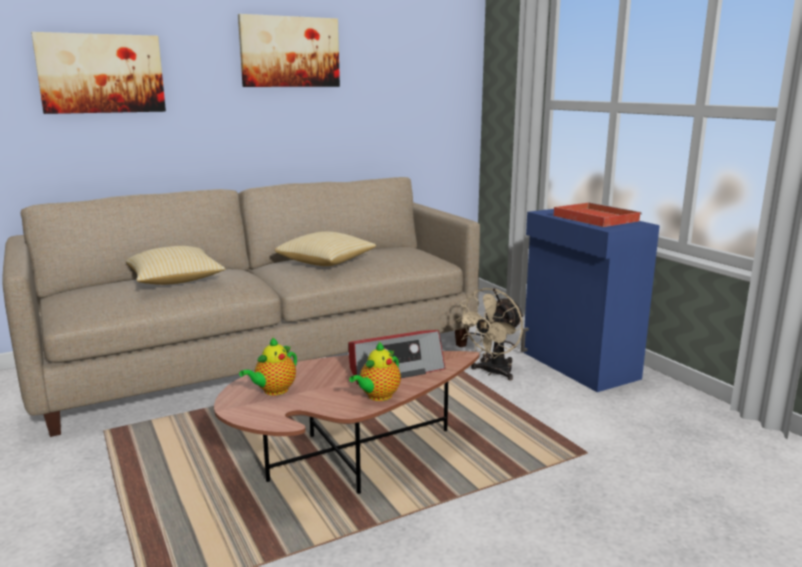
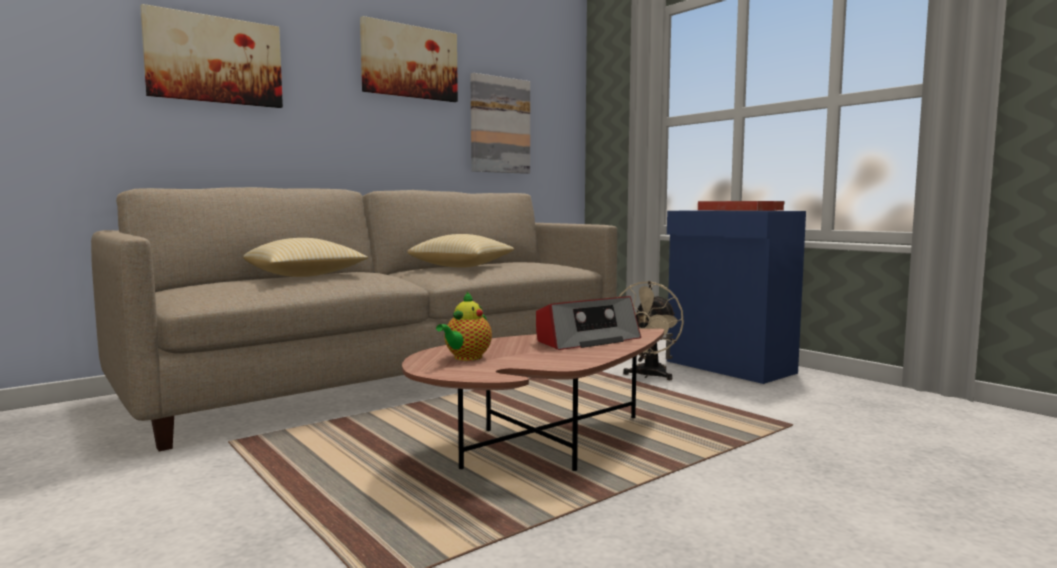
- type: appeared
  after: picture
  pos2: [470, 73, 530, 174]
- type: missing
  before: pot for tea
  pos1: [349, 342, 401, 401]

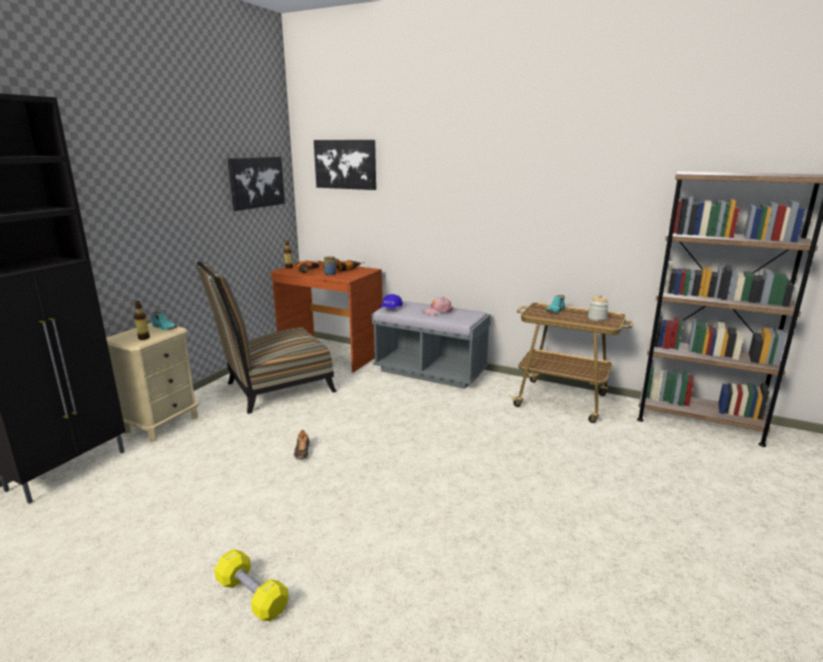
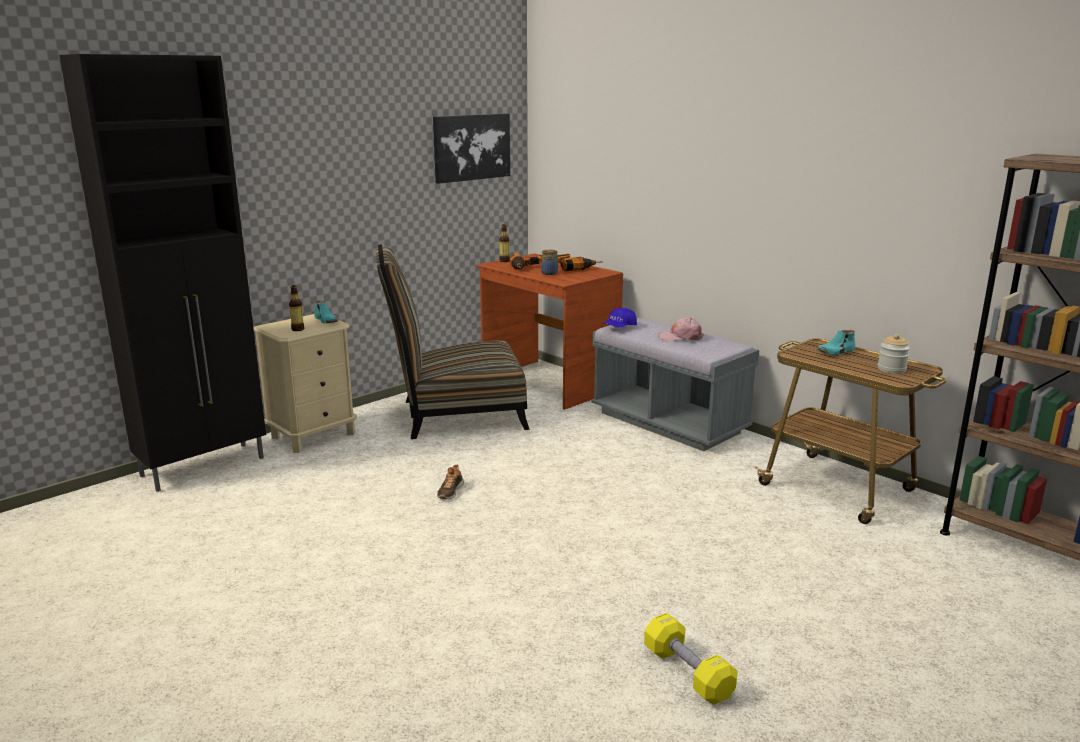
- type: relocated
  before: yellow-coloured free weight
  pos1: [214, 549, 289, 621]
  pos2: [644, 613, 738, 705]
- type: missing
  before: picture
  pos1: [314, 140, 376, 190]

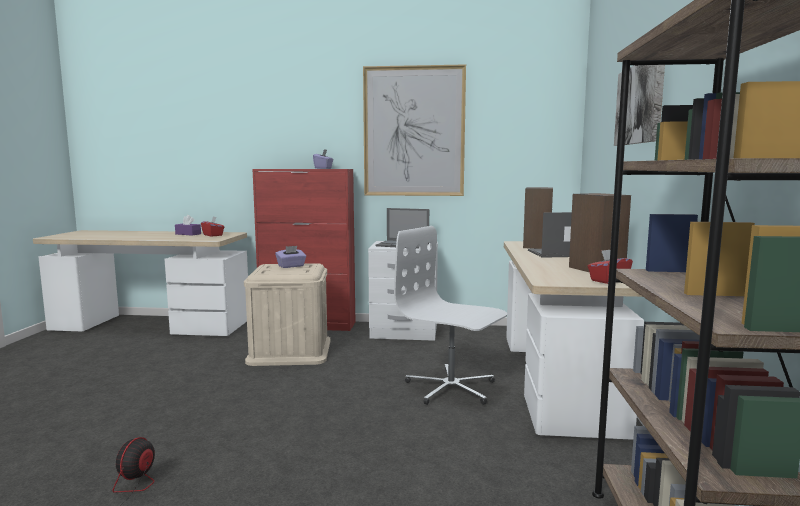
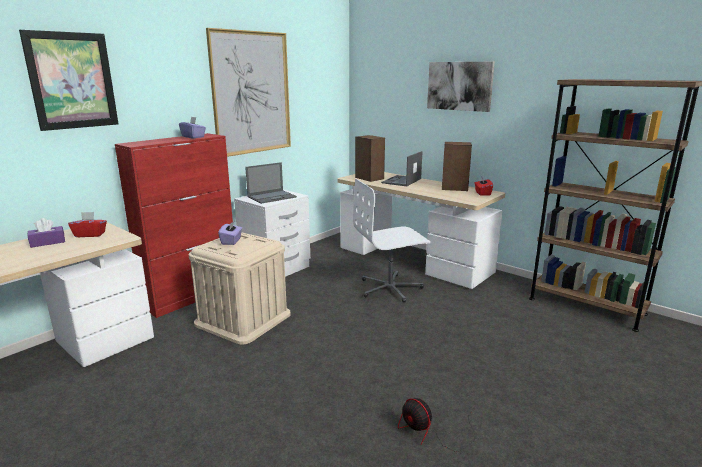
- type: appeared
  after: picture
  pos2: [19, 30, 118, 131]

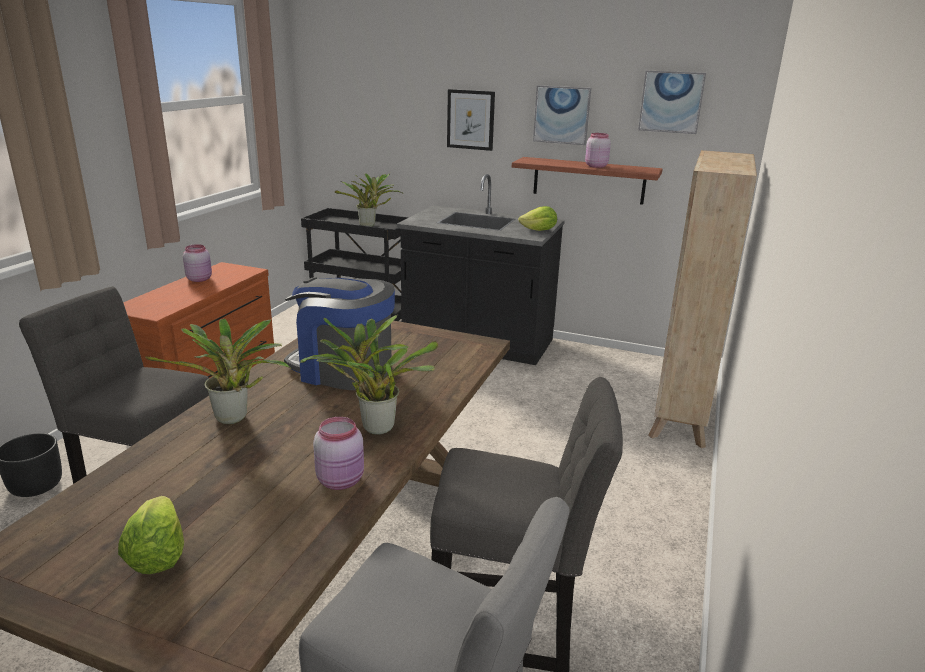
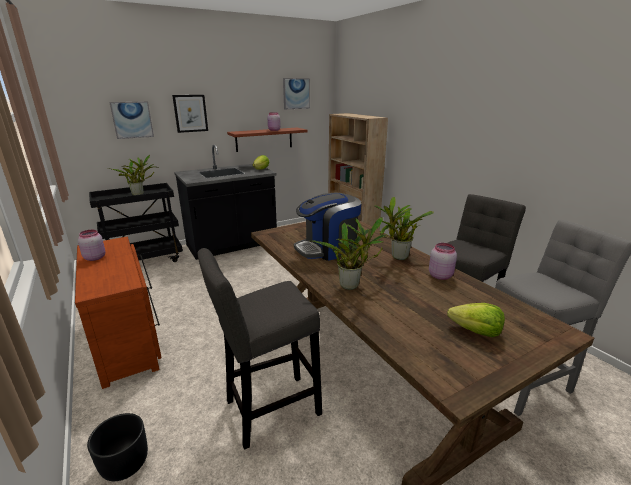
- type: relocated
  before: picture
  pos1: [533, 85, 591, 145]
  pos2: [109, 101, 154, 139]

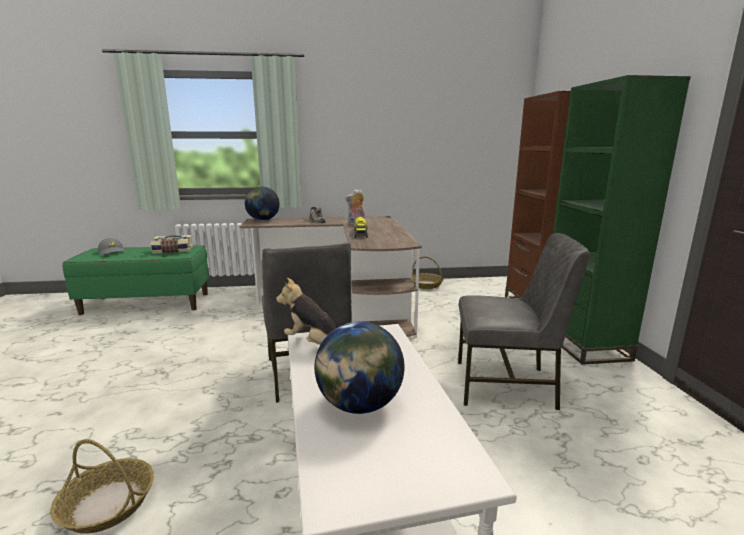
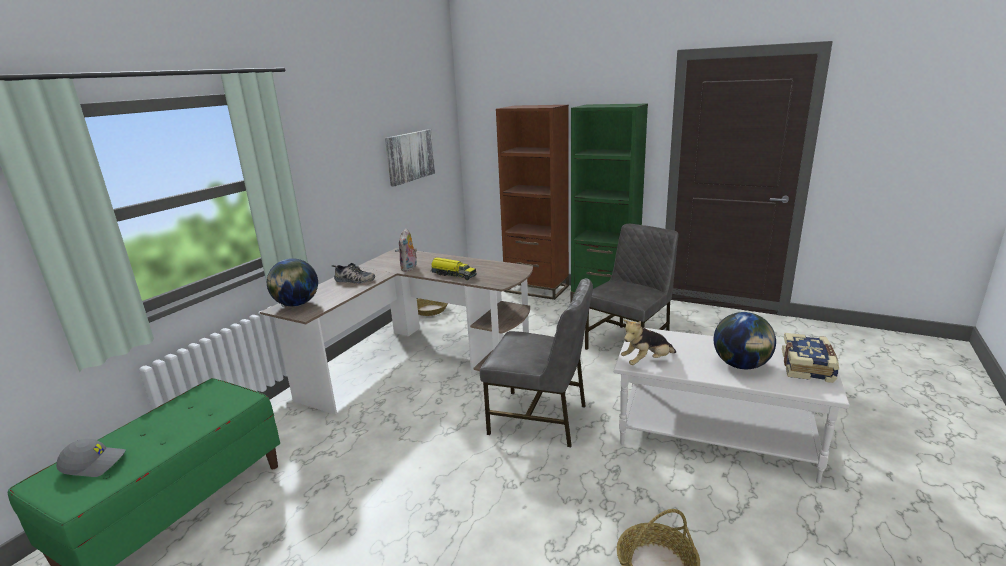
- type: appeared
  after: picture
  pos2: [385, 129, 435, 186]
- type: relocated
  before: book
  pos1: [150, 235, 193, 254]
  pos2: [782, 333, 839, 383]

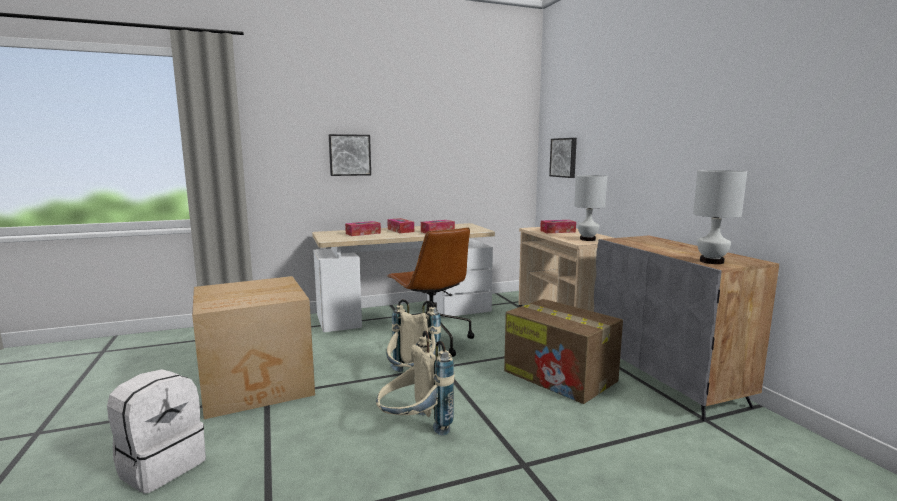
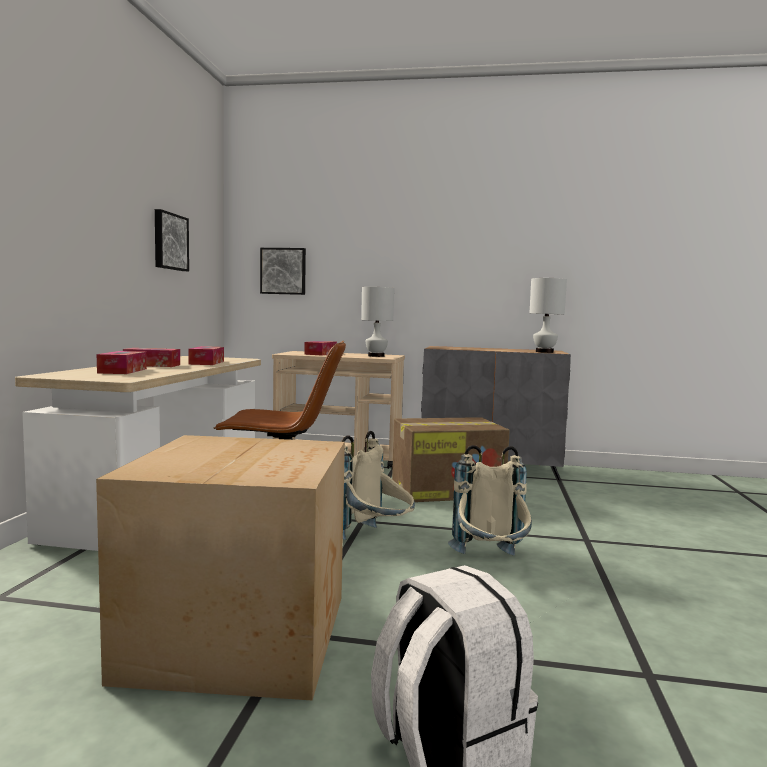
- type: relocated
  before: picture
  pos1: [329, 134, 371, 176]
  pos2: [155, 209, 189, 271]

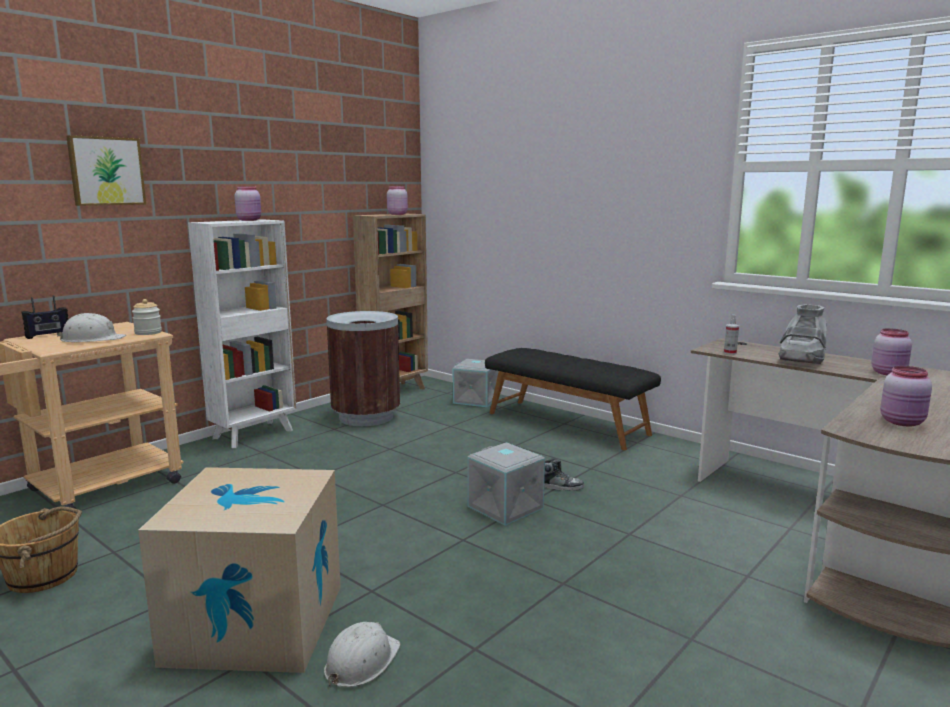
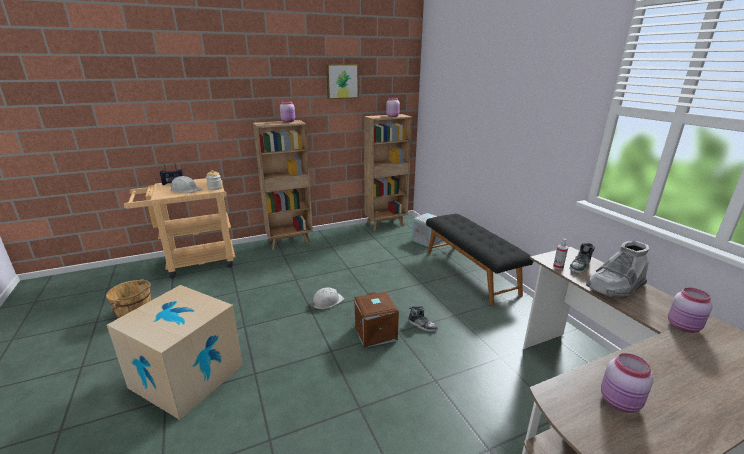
- type: colour
  before: whitish bookshelf
  after: brown bookshelf
  pos1: [188, 219, 296, 448]
  pos2: [253, 120, 313, 250]
- type: relocated
  before: whitish work helmet
  pos1: [324, 622, 401, 687]
  pos2: [311, 288, 344, 309]
- type: relocated
  before: picture
  pos1: [66, 135, 146, 206]
  pos2: [326, 64, 359, 99]
- type: colour
  before: gray storage bin
  after: brown storage bin
  pos1: [467, 442, 545, 526]
  pos2: [354, 292, 399, 348]
- type: appeared
  after: shoe
  pos2: [570, 243, 595, 273]
- type: missing
  before: brown waste bin
  pos1: [326, 311, 400, 426]

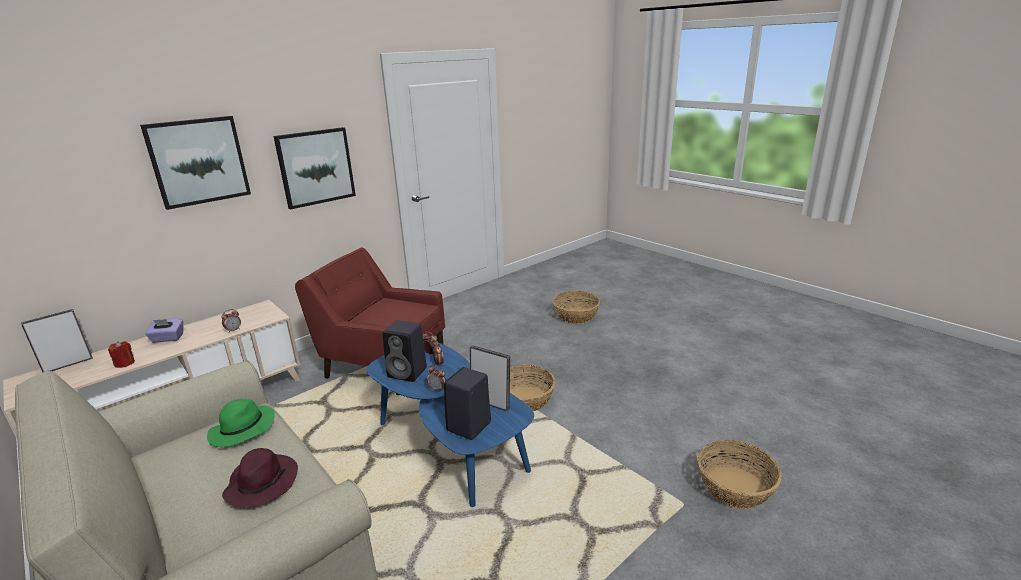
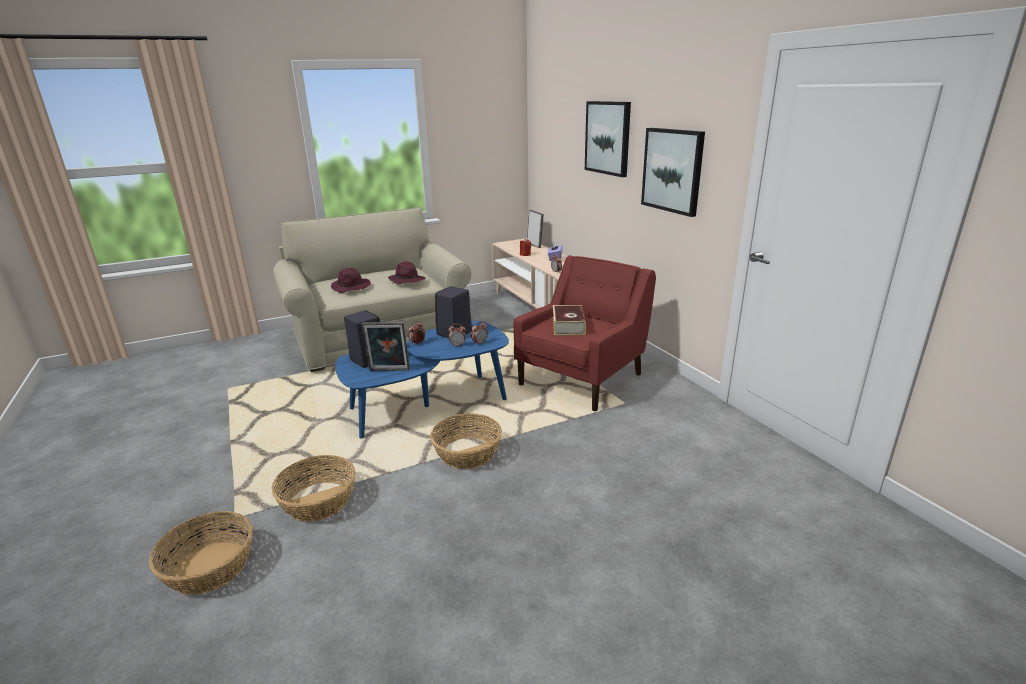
- type: relocated
  before: household basket
  pos1: [553, 291, 600, 324]
  pos2: [271, 455, 356, 522]
- type: spun
  before: photo frame
  pos1: [470, 345, 510, 411]
  pos2: [361, 322, 410, 371]
  turn: 45
- type: colour
  before: green-coloured wearable hat
  after: purple wearable hat
  pos1: [207, 399, 275, 447]
  pos2: [388, 261, 426, 284]
- type: appeared
  after: book
  pos2: [553, 305, 586, 335]

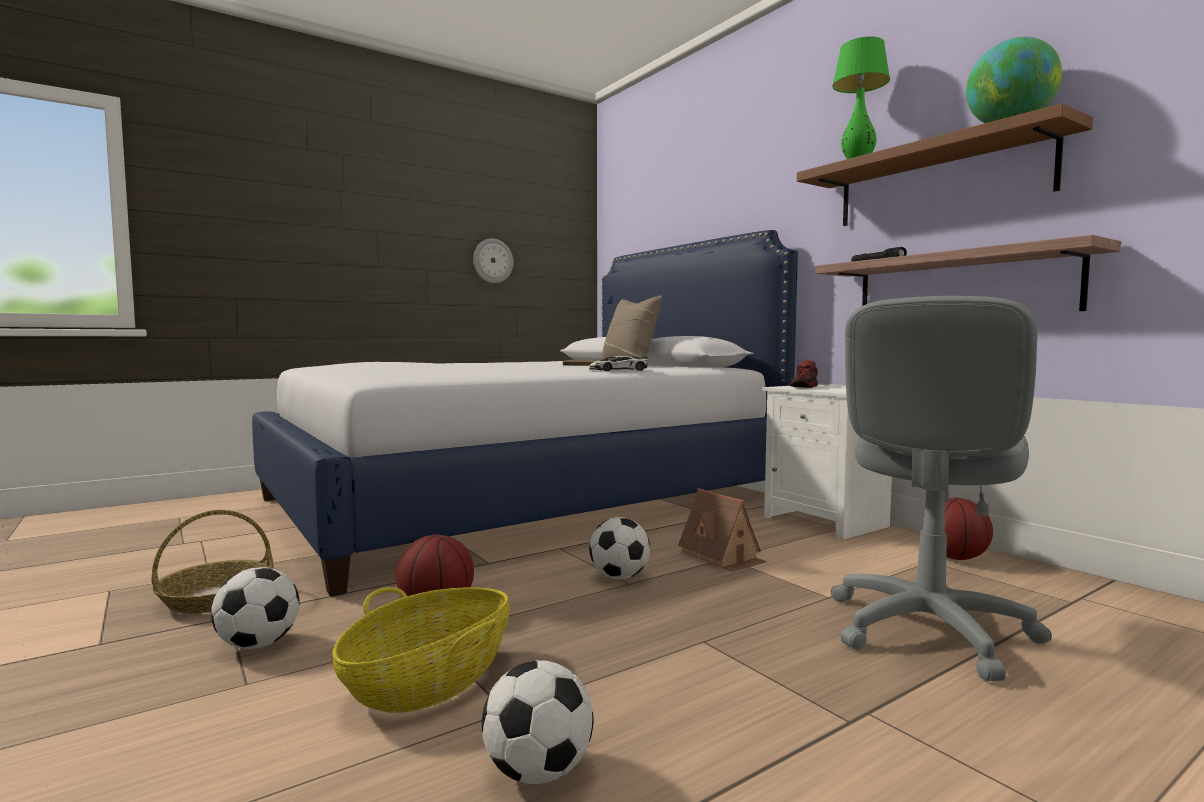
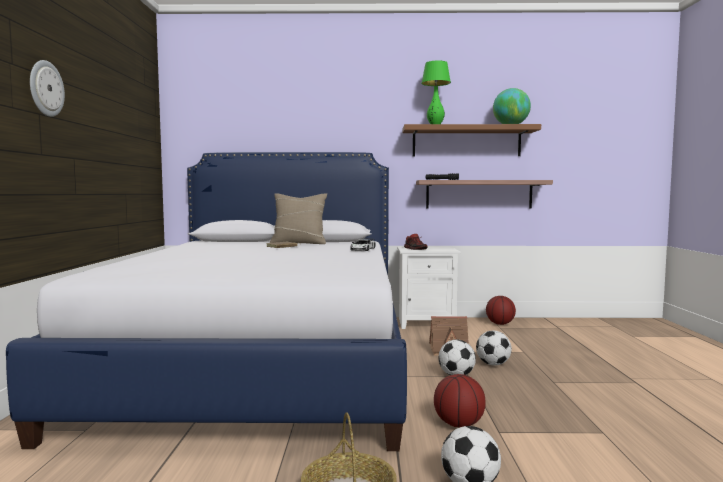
- type: relocated
  before: wall clock
  pos1: [473, 239, 513, 283]
  pos2: [30, 60, 65, 117]
- type: relocated
  before: ball for football
  pos1: [482, 660, 594, 784]
  pos2: [476, 330, 512, 366]
- type: missing
  before: household basket
  pos1: [332, 587, 510, 713]
- type: missing
  before: gray computer chair
  pos1: [831, 296, 1052, 681]

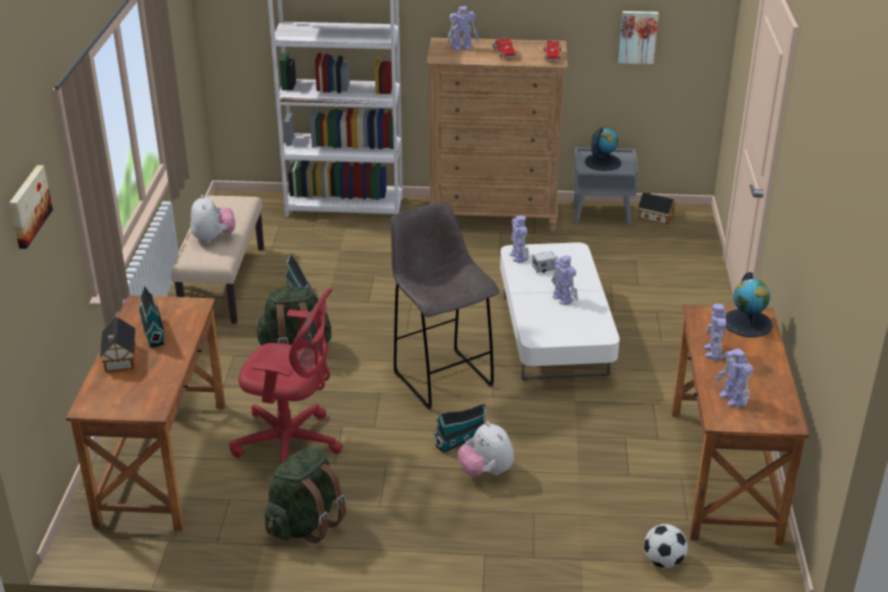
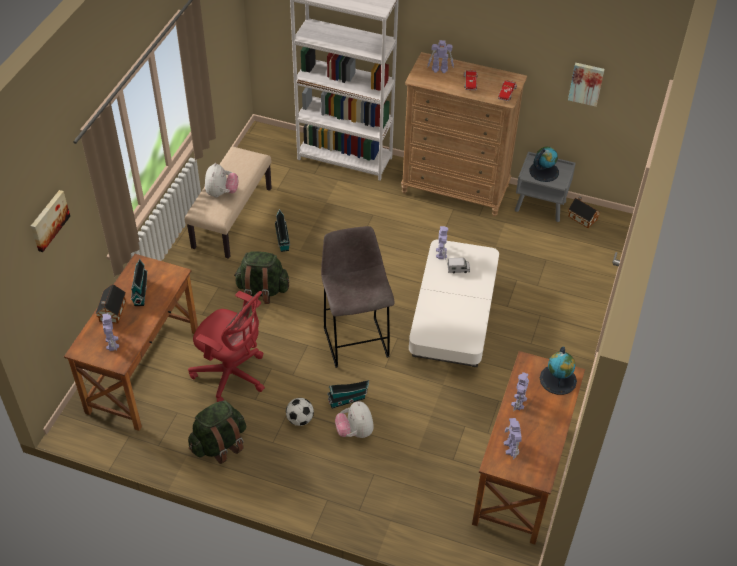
- type: relocated
  before: model robot
  pos1: [551, 255, 578, 305]
  pos2: [102, 313, 119, 351]
- type: relocated
  before: ball for football
  pos1: [644, 524, 688, 568]
  pos2: [286, 398, 314, 426]

